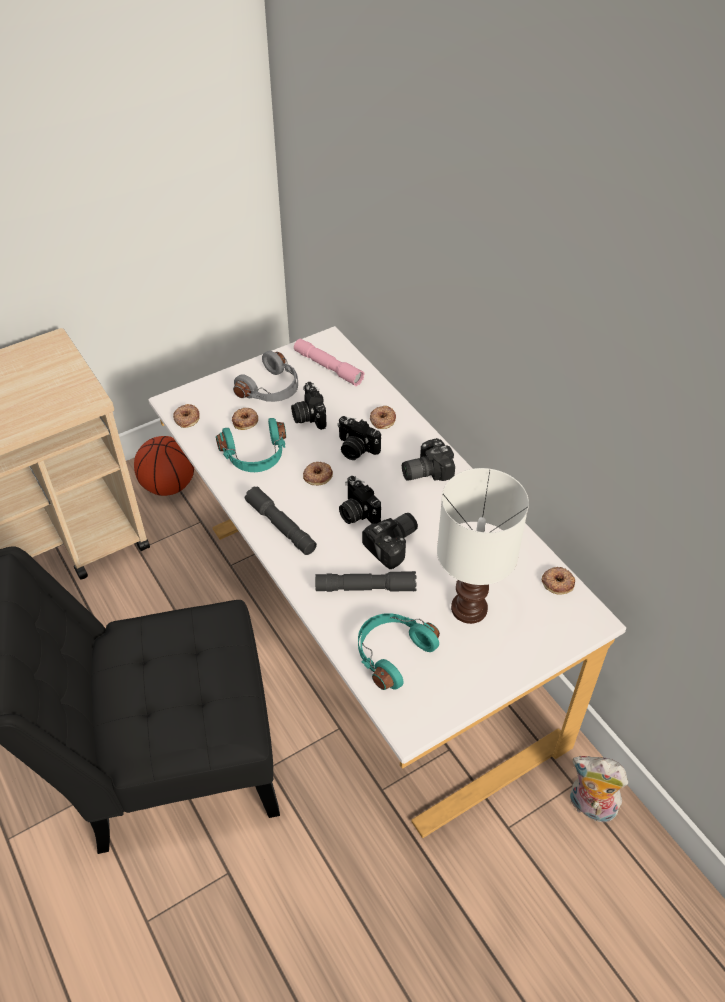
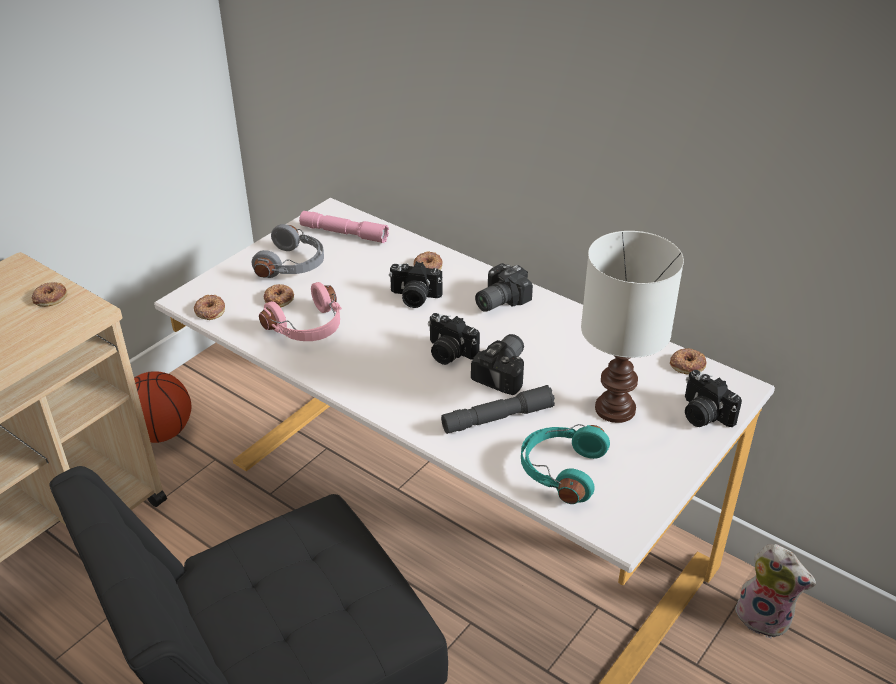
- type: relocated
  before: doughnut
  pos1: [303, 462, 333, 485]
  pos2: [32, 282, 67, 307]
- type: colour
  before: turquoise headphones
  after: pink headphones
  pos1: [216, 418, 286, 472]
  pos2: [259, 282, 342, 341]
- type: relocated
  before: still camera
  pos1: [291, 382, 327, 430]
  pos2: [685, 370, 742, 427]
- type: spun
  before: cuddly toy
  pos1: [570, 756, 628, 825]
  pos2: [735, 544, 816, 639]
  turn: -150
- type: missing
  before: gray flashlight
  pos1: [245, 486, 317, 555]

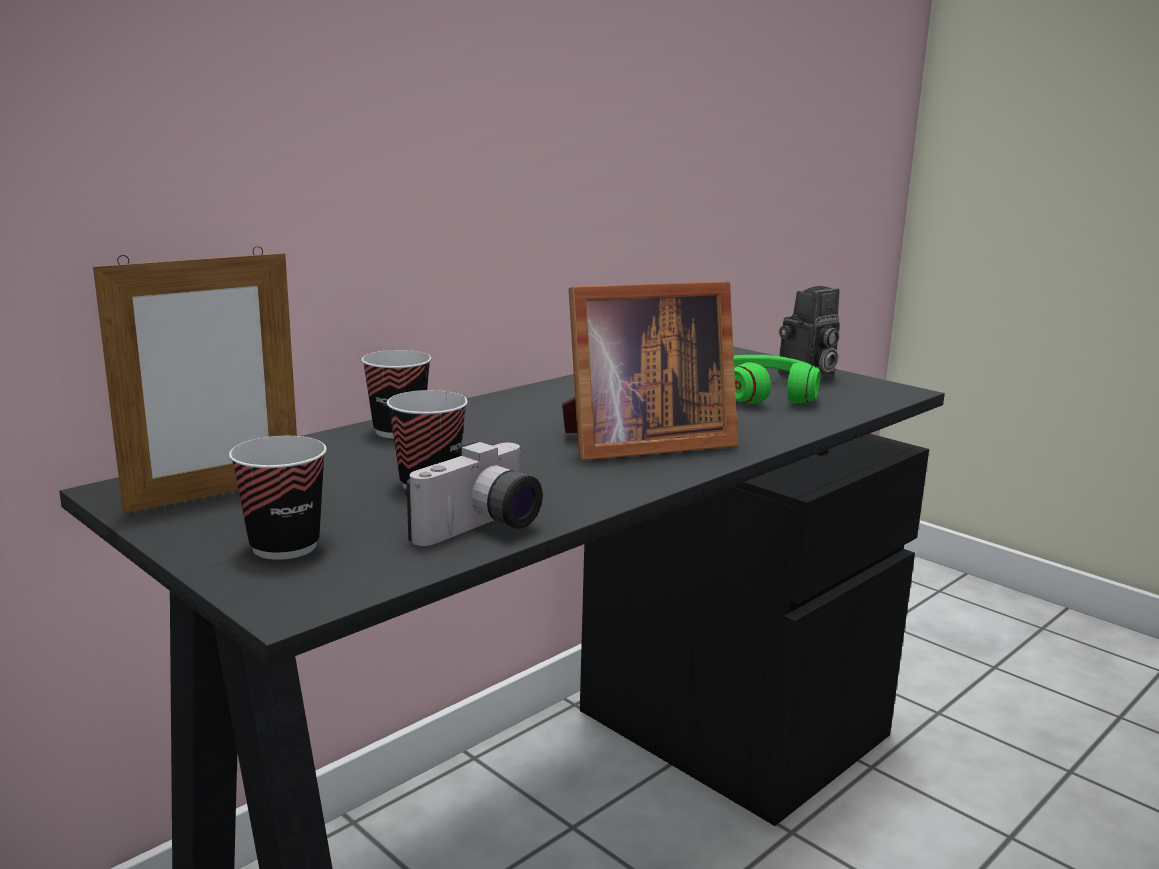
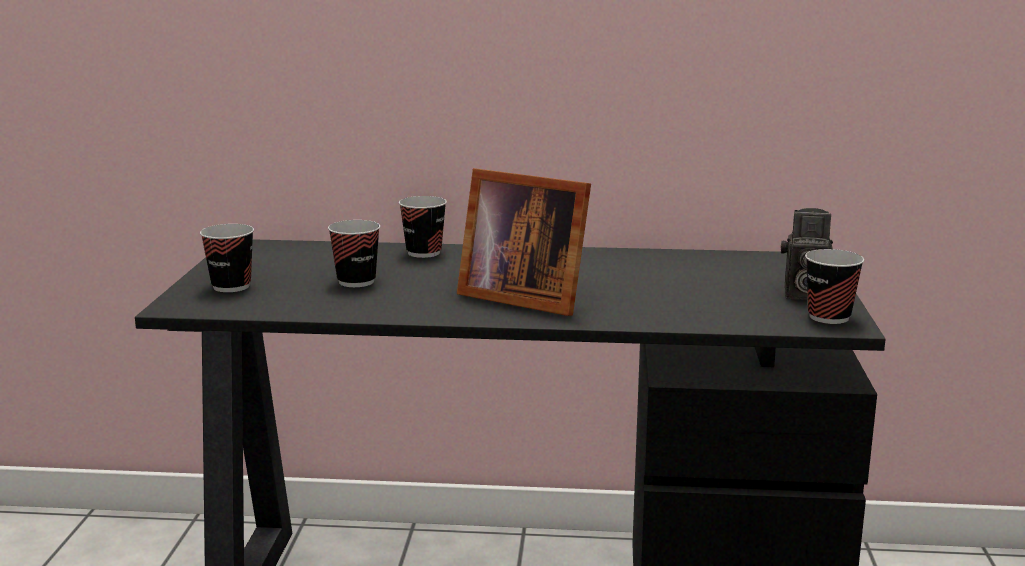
- type: appeared
  after: small cup
  pos2: [805, 249, 864, 324]
- type: missing
  before: photo frame
  pos1: [93, 246, 297, 514]
- type: missing
  before: still camera
  pos1: [405, 441, 543, 546]
- type: missing
  before: green-coloured headphones
  pos1: [734, 355, 821, 404]

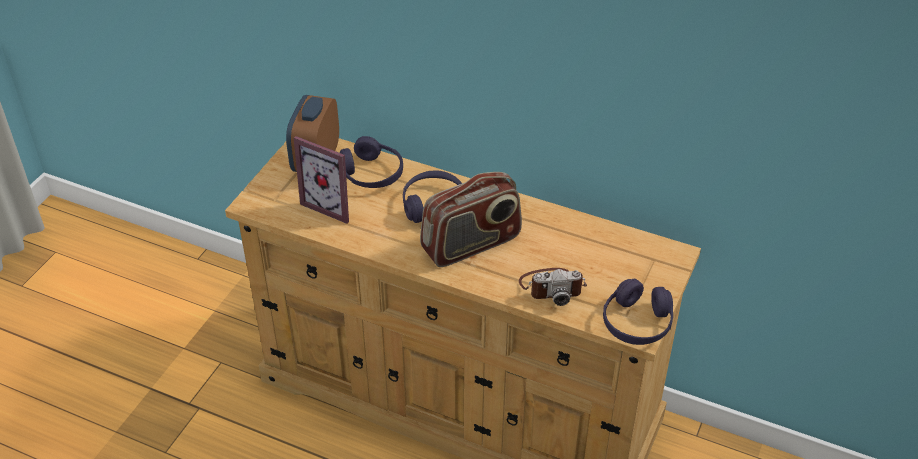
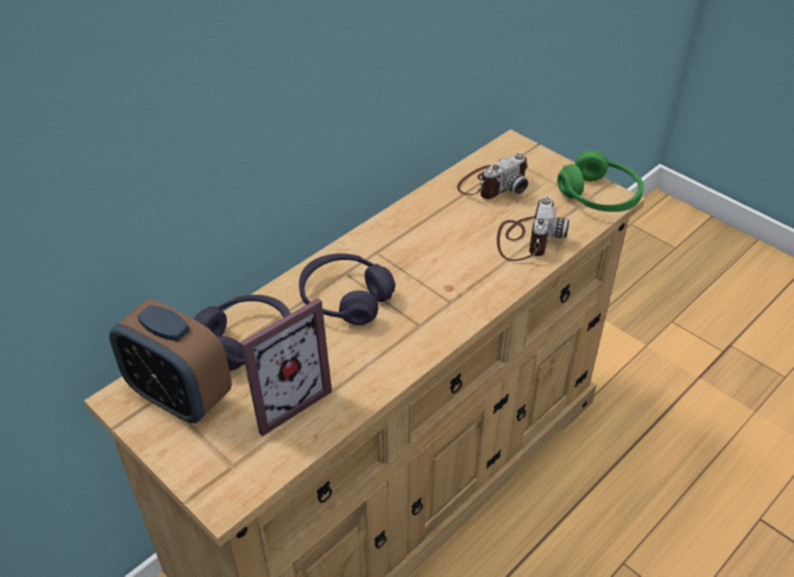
- type: appeared
  after: still camera
  pos2: [457, 153, 528, 199]
- type: colour
  before: purple headphones
  after: green-coloured headphones
  pos1: [603, 279, 673, 345]
  pos2: [557, 150, 644, 212]
- type: missing
  before: radio set
  pos1: [420, 172, 522, 267]

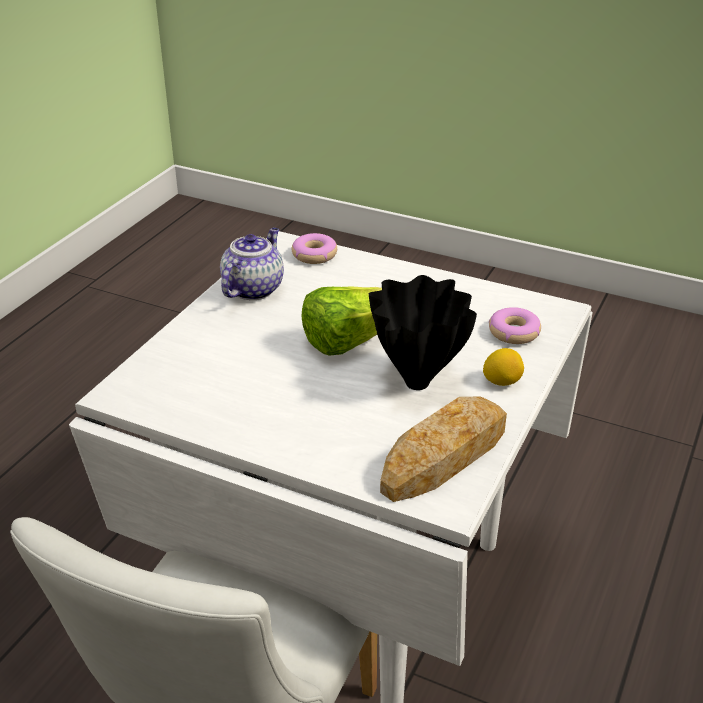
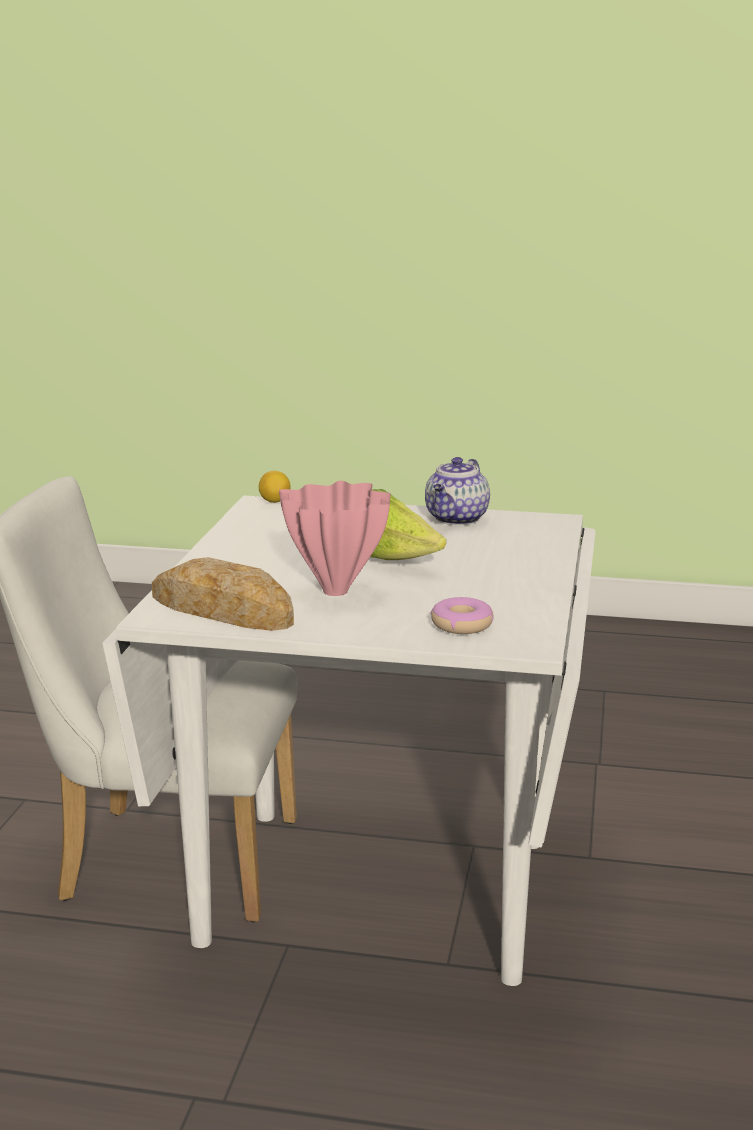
- type: relocated
  before: lemon
  pos1: [483, 348, 524, 386]
  pos2: [259, 471, 291, 503]
- type: colour
  before: black-coloured decorative vase
  after: pink decorative vase
  pos1: [369, 275, 477, 390]
  pos2: [279, 481, 391, 596]
- type: spun
  before: pot for tea
  pos1: [220, 228, 284, 300]
  pos2: [425, 457, 490, 525]
  turn: 105
- type: missing
  before: doughnut
  pos1: [292, 233, 337, 264]

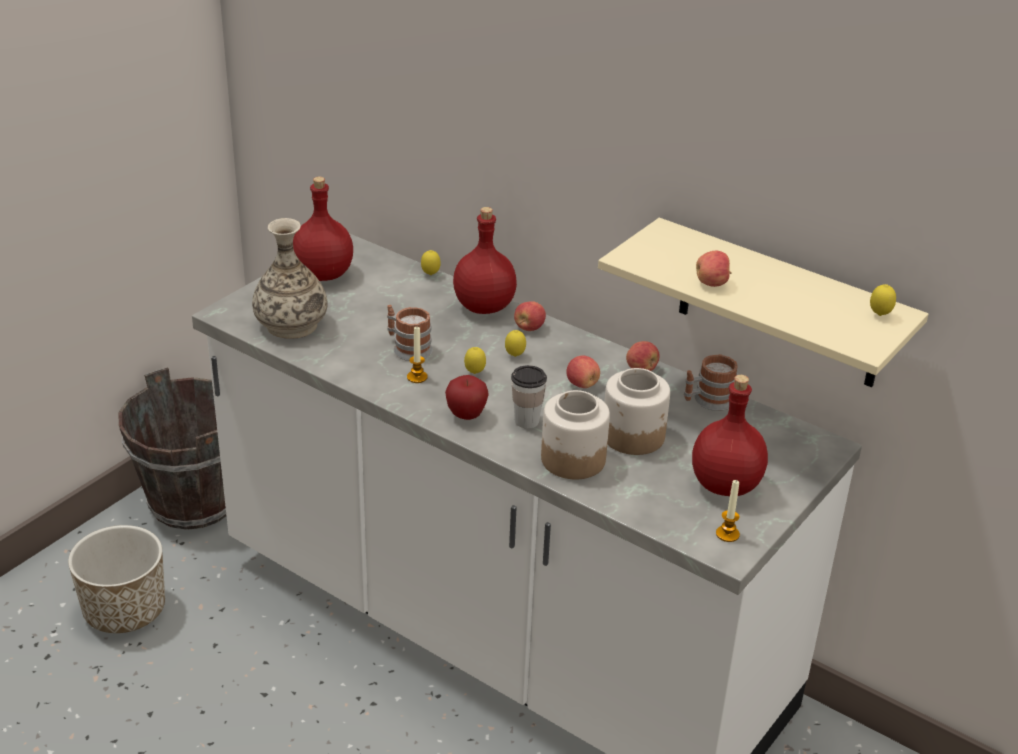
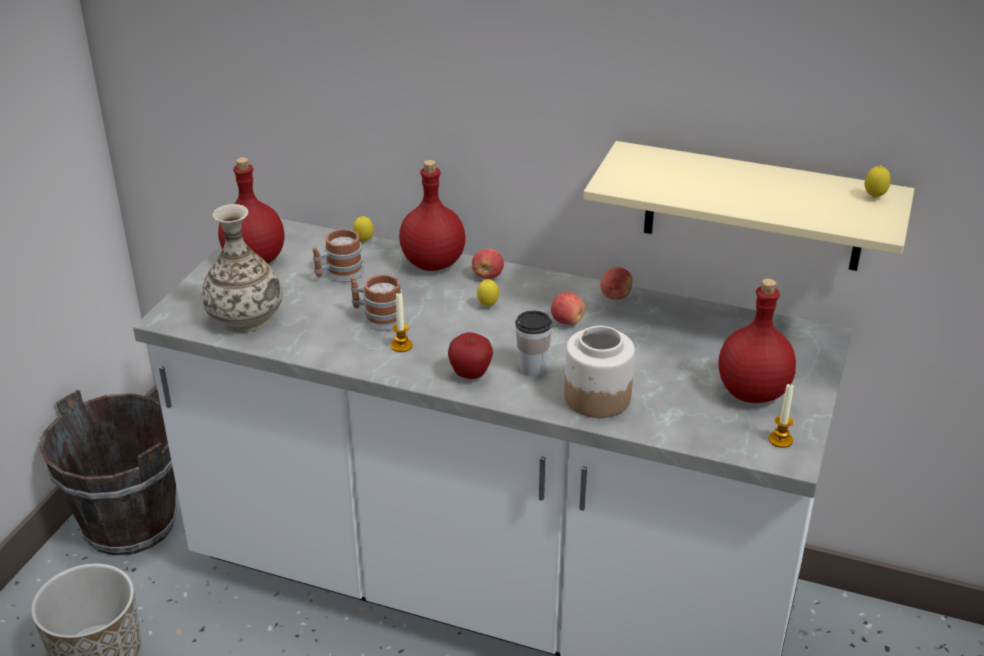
- type: relocated
  before: tea mug
  pos1: [684, 354, 738, 411]
  pos2: [312, 229, 364, 282]
- type: missing
  before: lemon
  pos1: [464, 347, 486, 374]
- type: missing
  before: preserve jar
  pos1: [604, 368, 670, 455]
- type: missing
  before: apple fruit
  pos1: [696, 251, 732, 287]

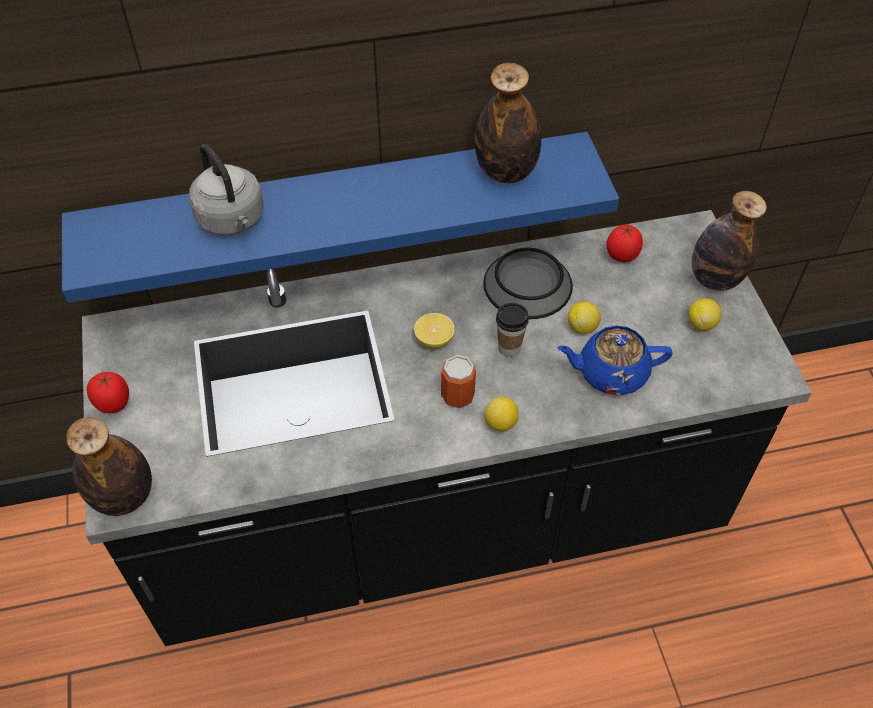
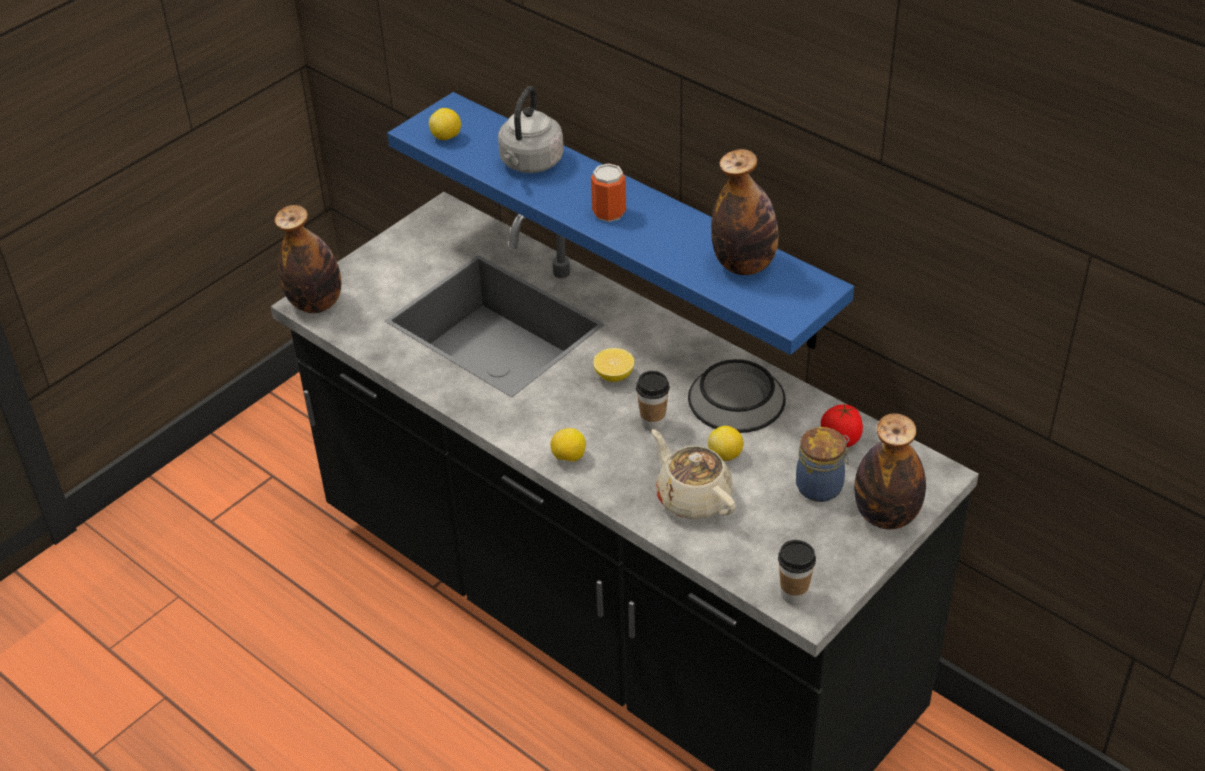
- type: relocated
  before: lemon
  pos1: [688, 298, 722, 331]
  pos2: [429, 108, 461, 140]
- type: relocated
  before: sealed can
  pos1: [441, 355, 476, 408]
  pos2: [591, 163, 626, 222]
- type: colour
  before: bluish pot for tea
  after: sand-coloured pot for tea
  pos1: [557, 325, 673, 395]
  pos2: [652, 429, 736, 520]
- type: appeared
  after: small cup
  pos2: [778, 540, 816, 605]
- type: appeared
  after: preserve jar
  pos2: [796, 427, 850, 502]
- type: missing
  before: fresh tomato
  pos1: [87, 372, 129, 413]

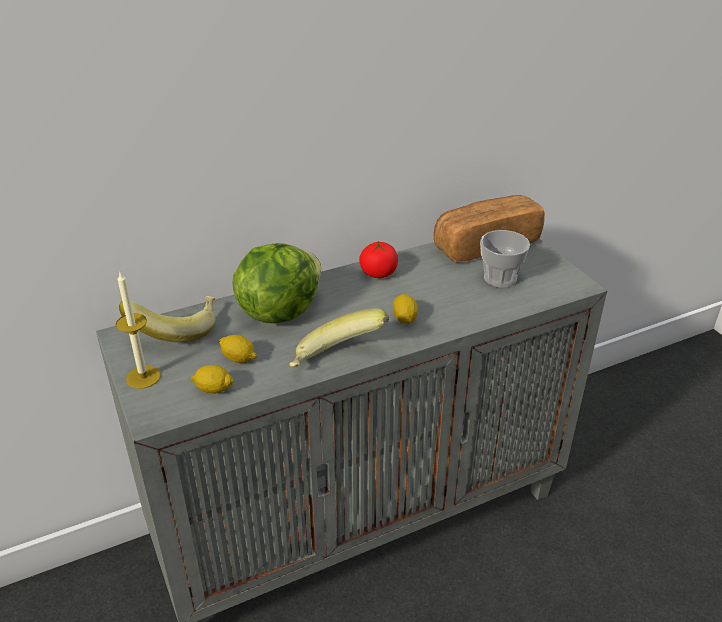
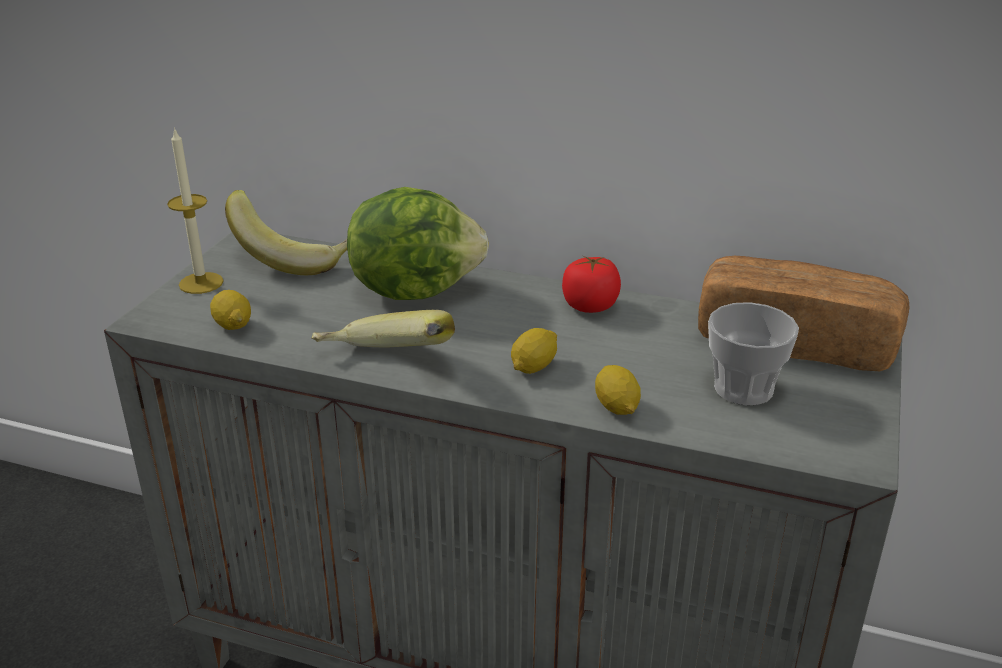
- type: relocated
  before: lemon
  pos1: [219, 335, 257, 363]
  pos2: [595, 365, 641, 415]

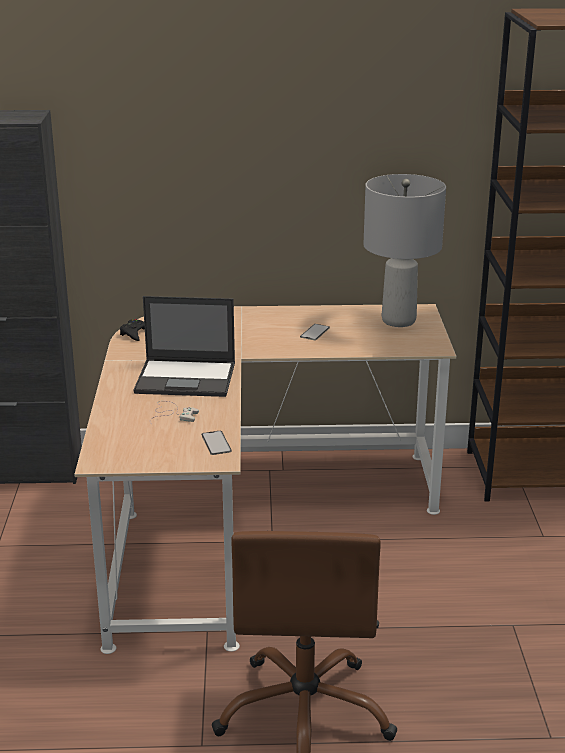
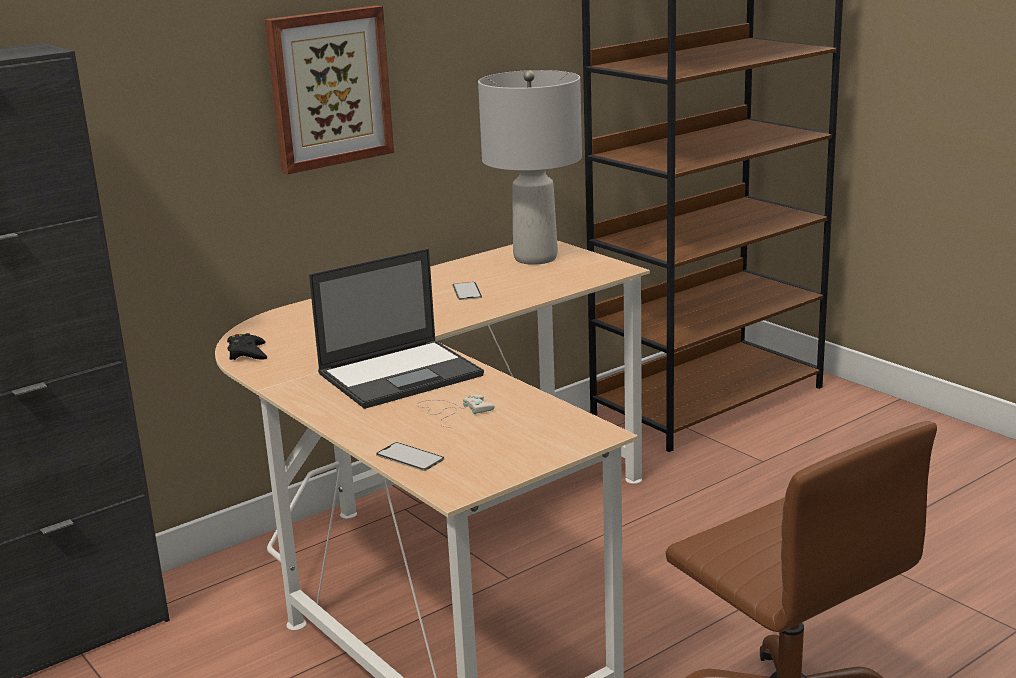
- type: appeared
  after: picture
  pos2: [265, 5, 394, 174]
- type: relocated
  before: telephone
  pos1: [201, 431, 232, 455]
  pos2: [376, 442, 444, 471]

